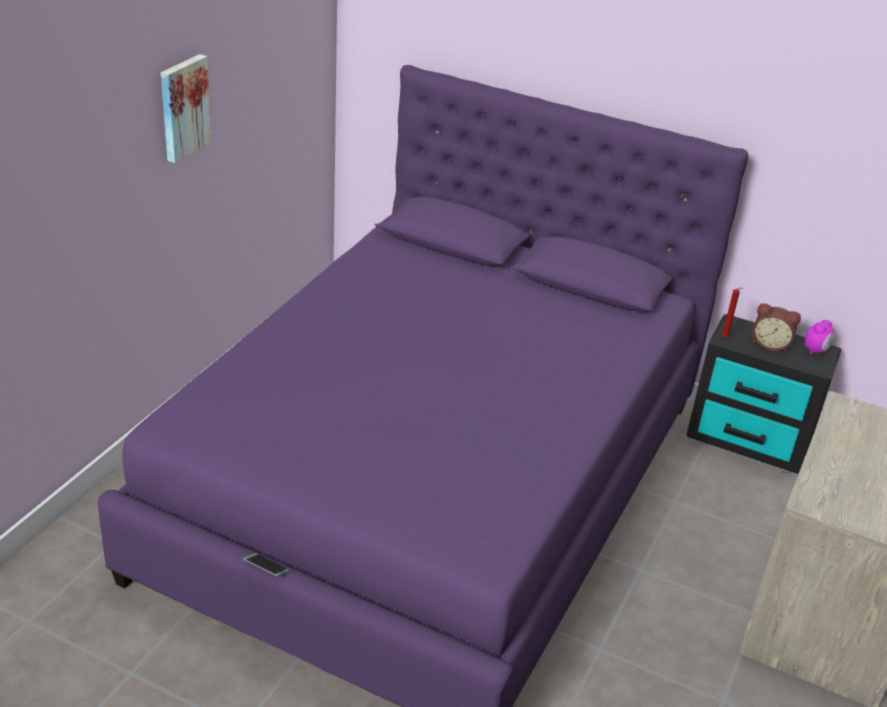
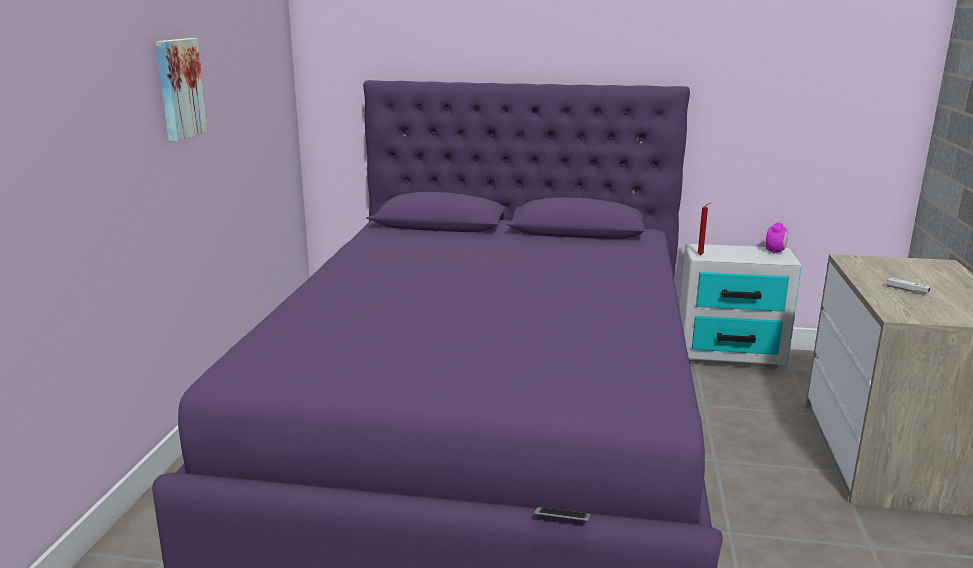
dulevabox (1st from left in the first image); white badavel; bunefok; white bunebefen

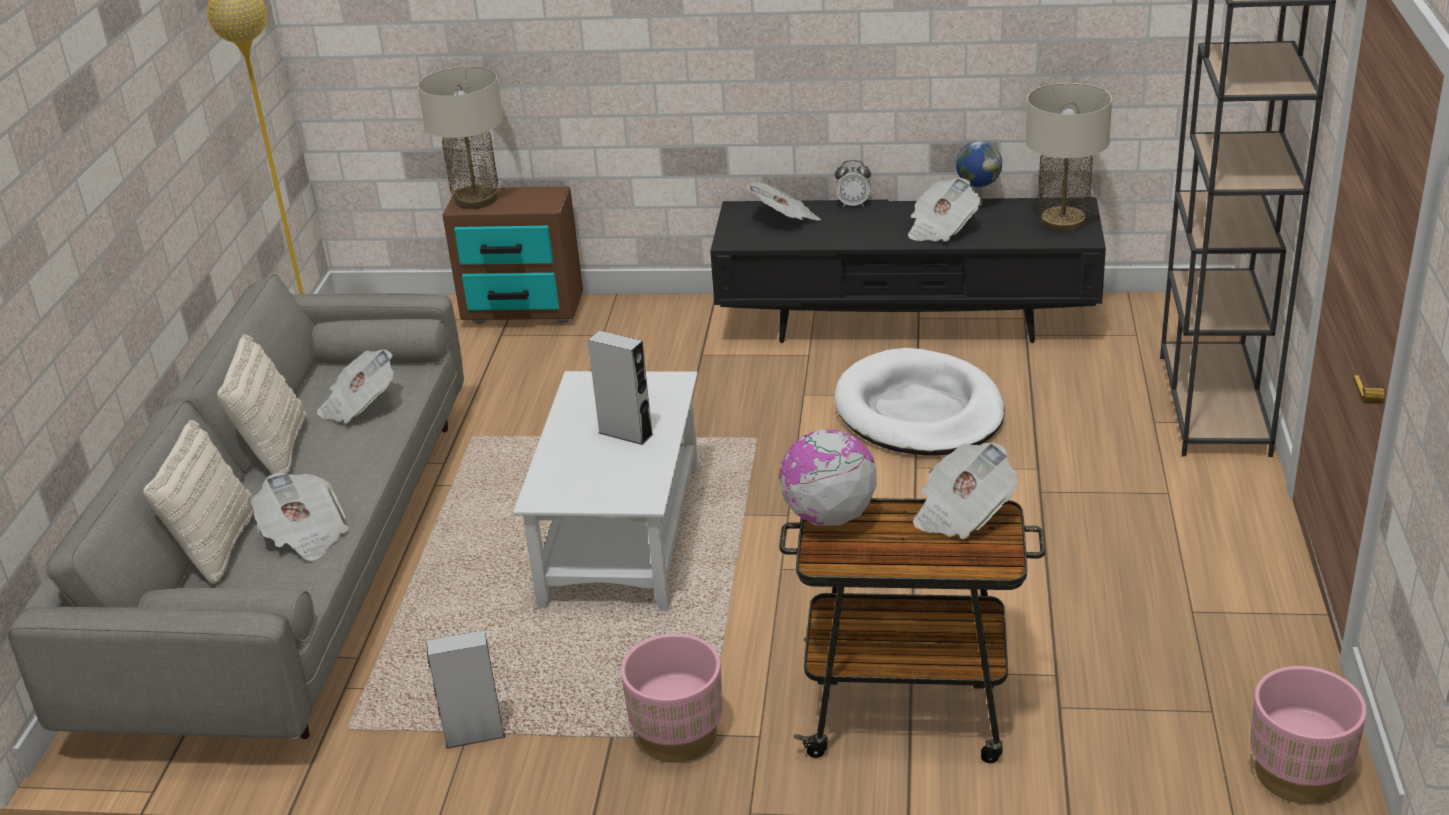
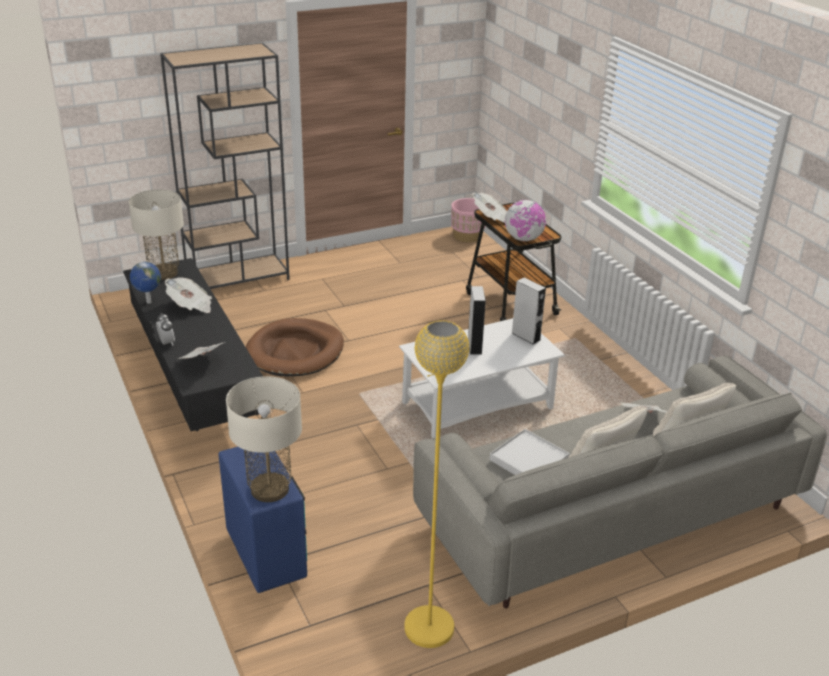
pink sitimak (1st from left in the first image); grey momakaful (2nd from left); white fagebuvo; blue bunebefen; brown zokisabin

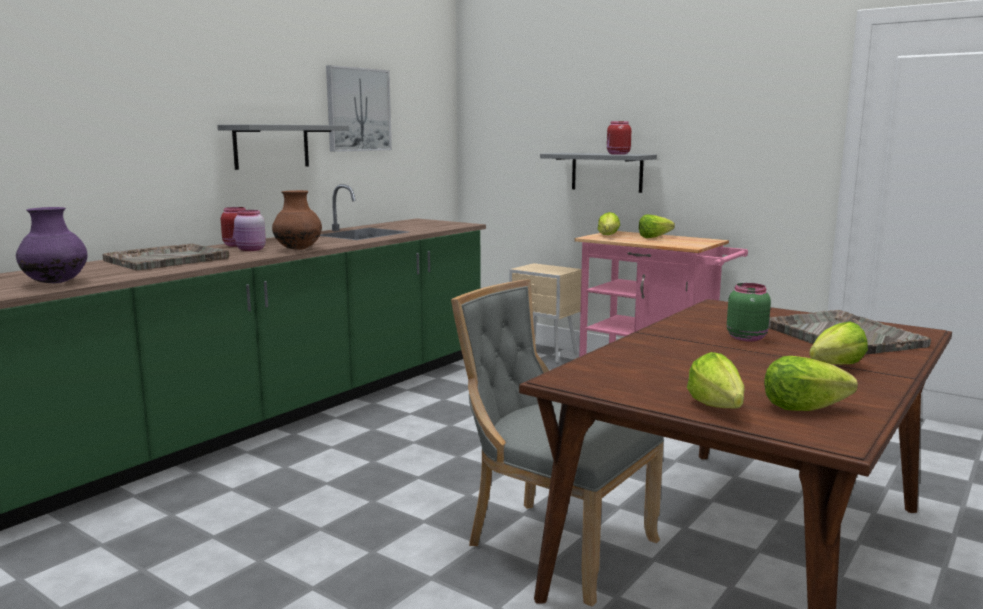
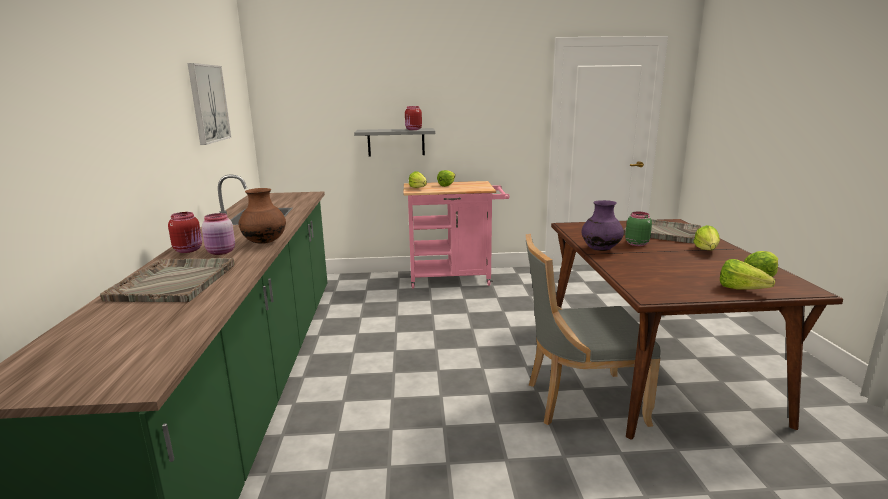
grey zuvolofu (1st from left in the first image); beige bunebefen; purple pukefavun

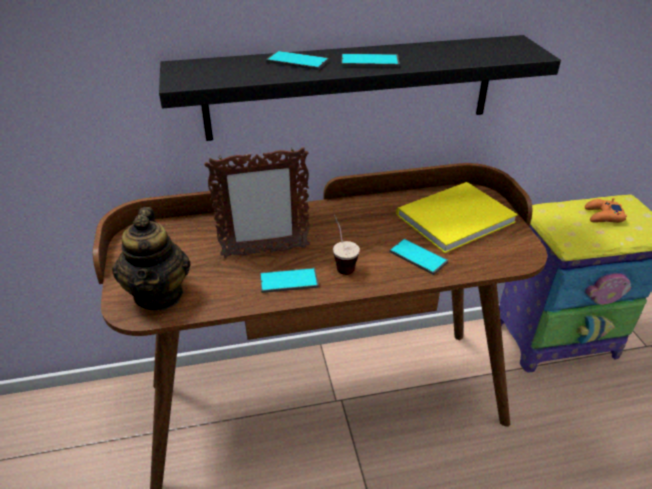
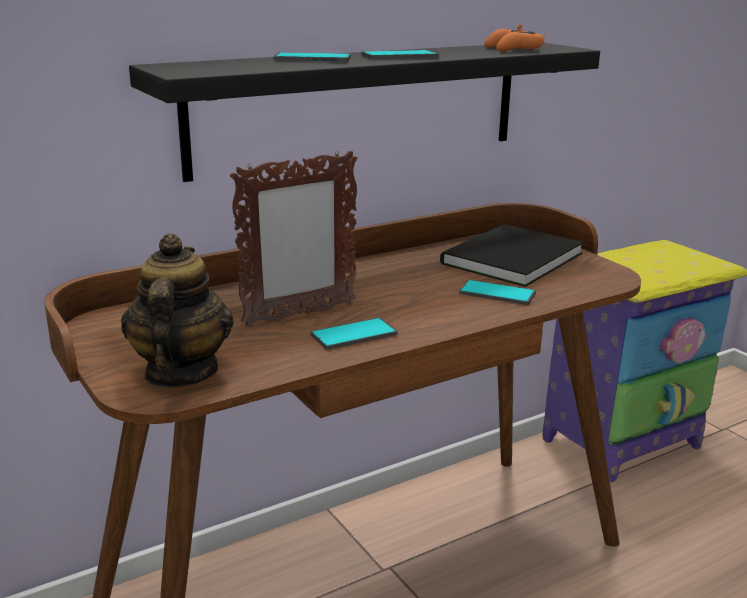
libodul; orange badavel; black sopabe; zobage

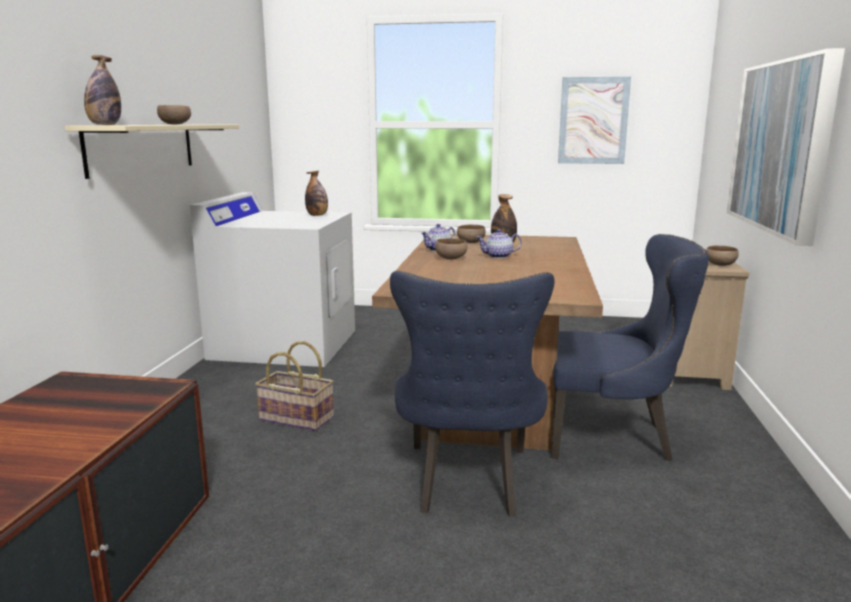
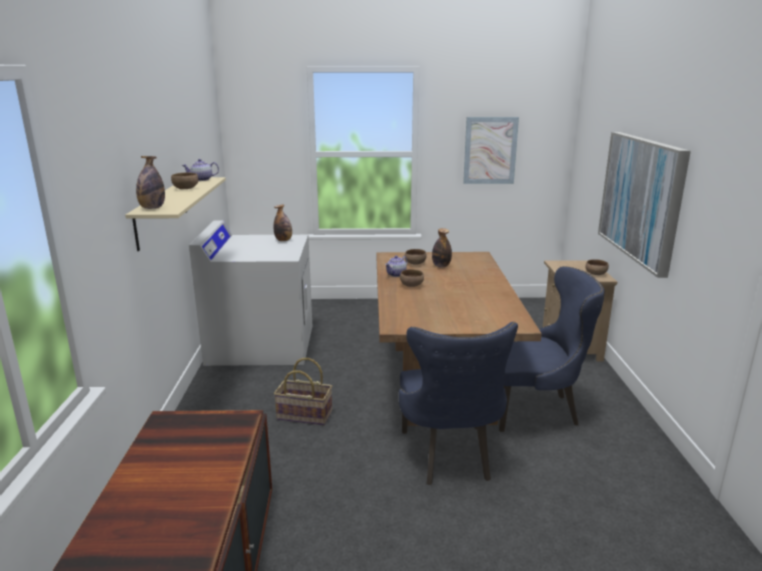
zobage (1st from left)

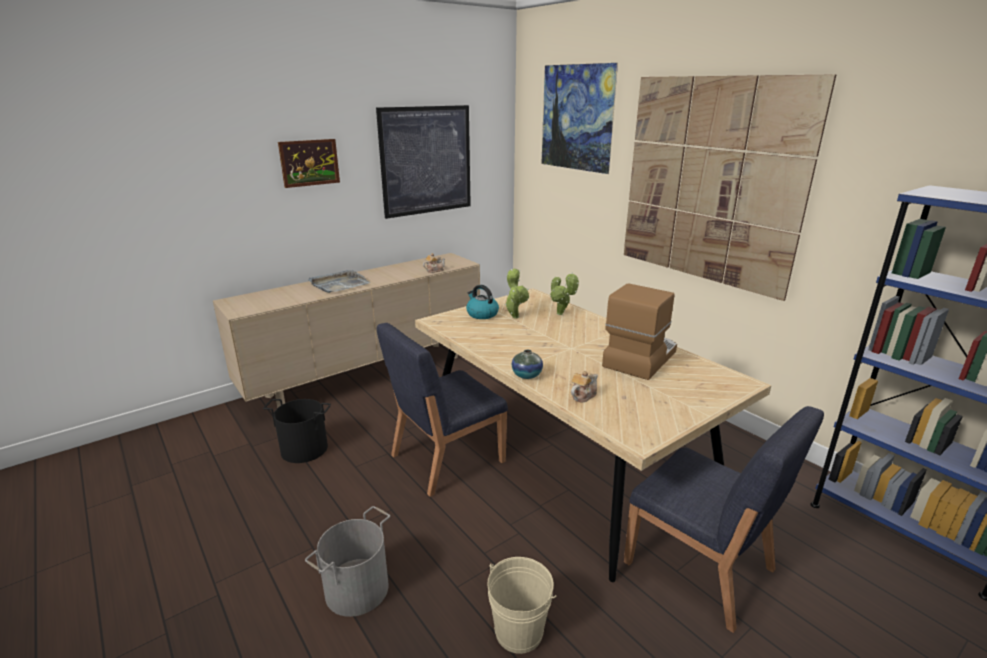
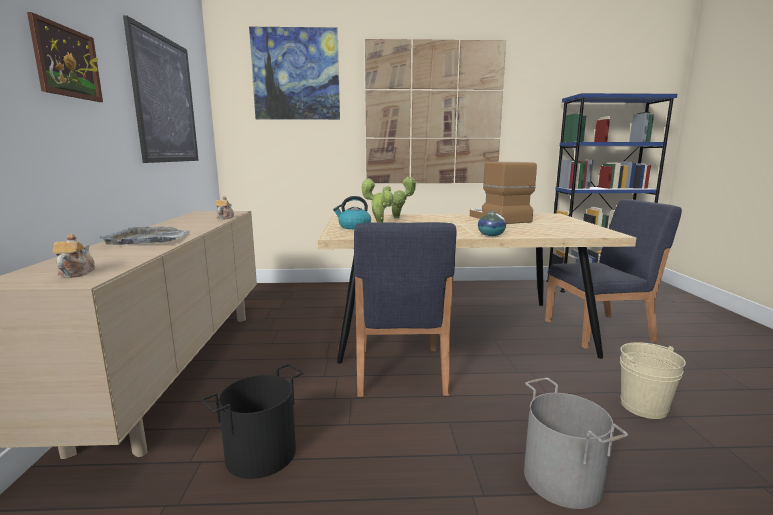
zobage (1st from left)

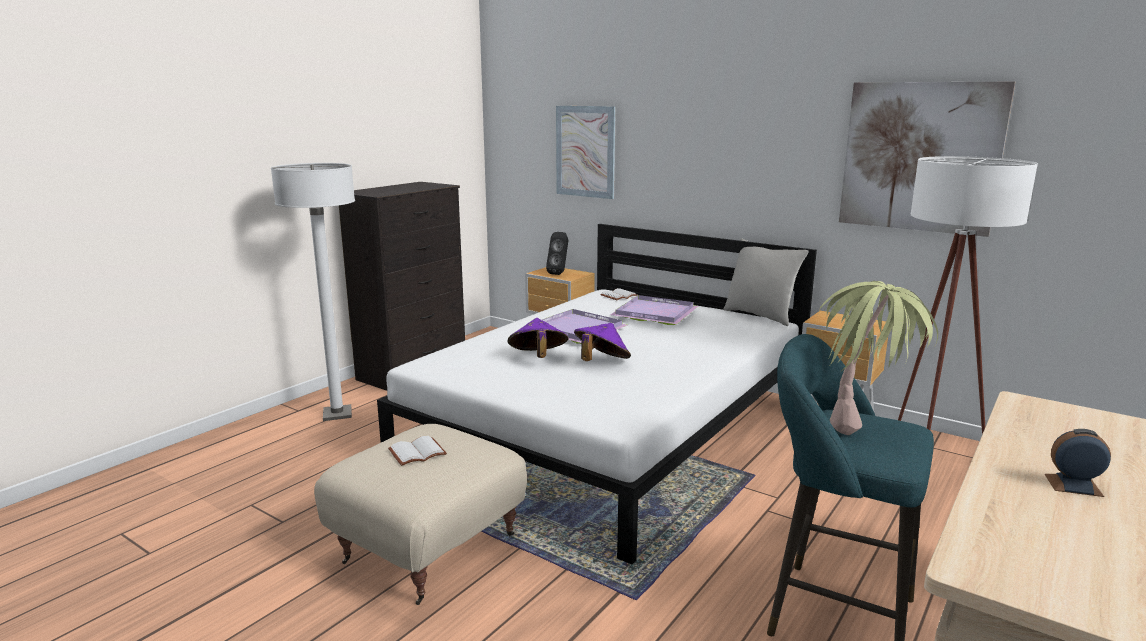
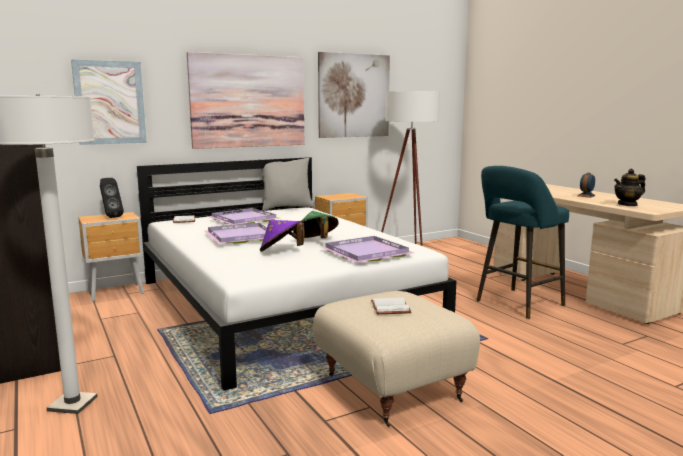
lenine; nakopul (2nd from left); purple fagebuvo (3rd from left); zobage; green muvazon

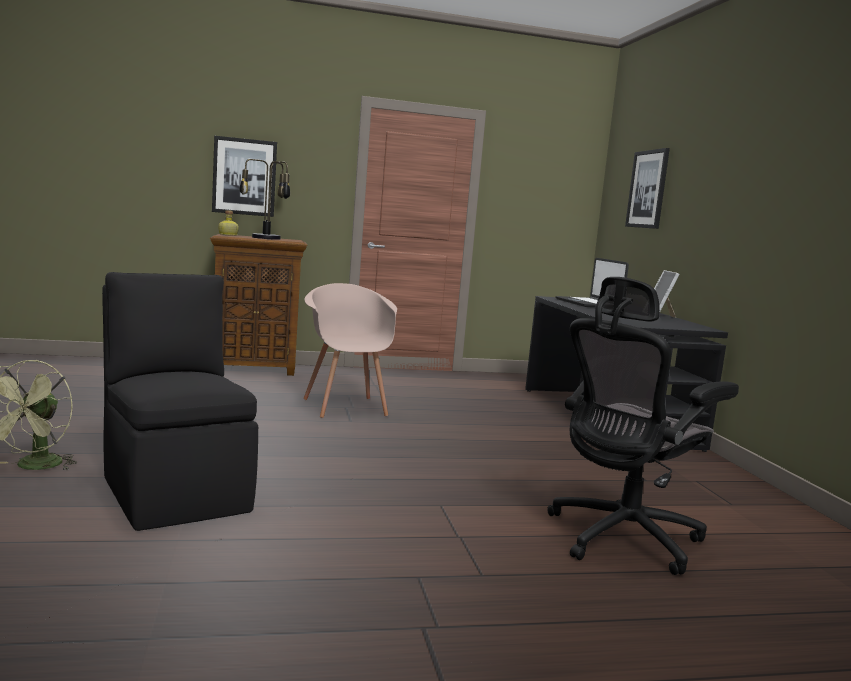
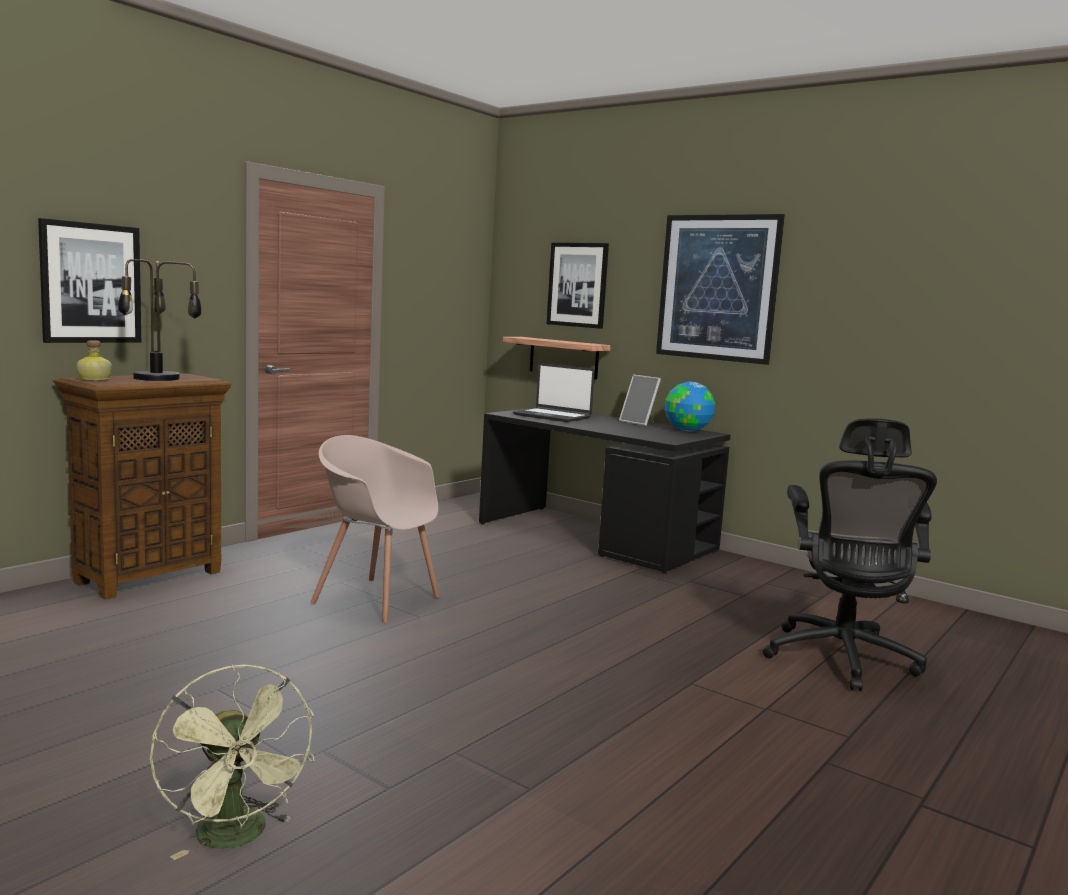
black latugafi; zuvolofu; nakopul (3rd from left); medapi

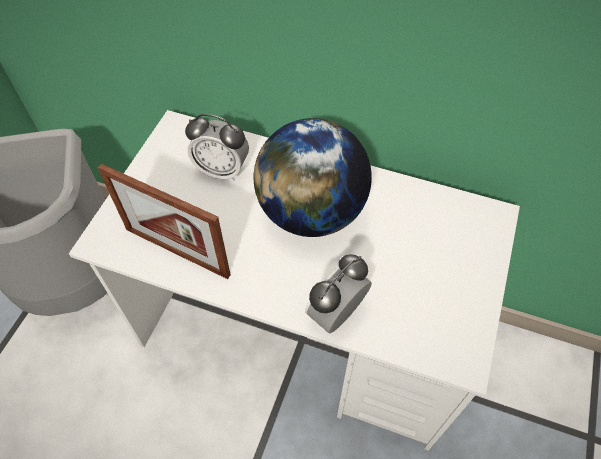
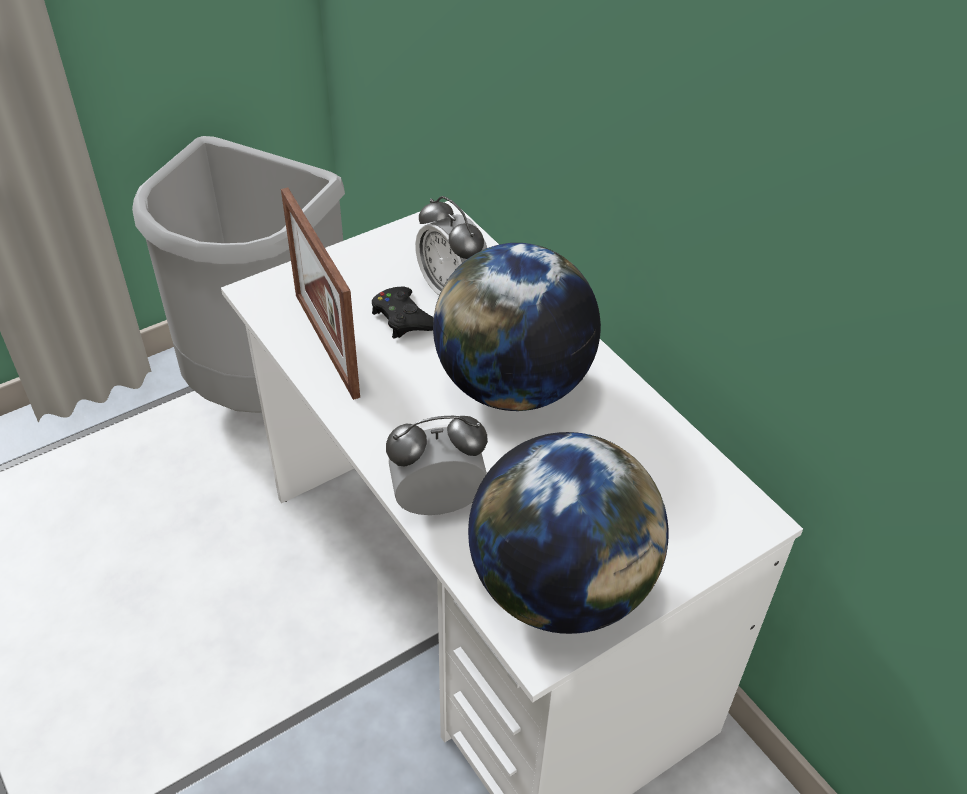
black badavel; medapi (2nd from left)

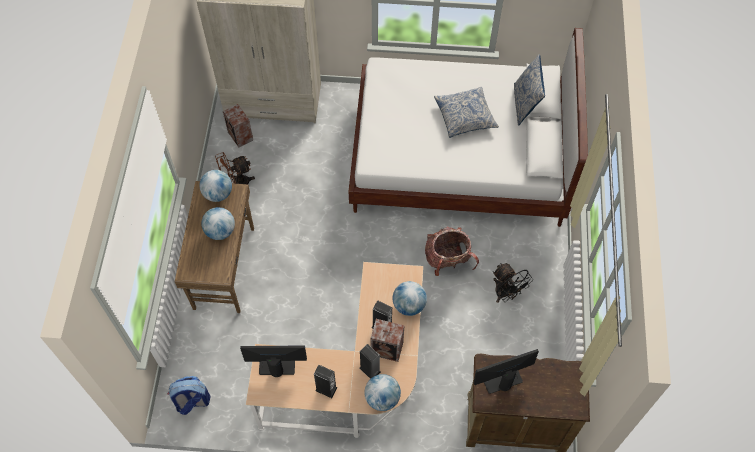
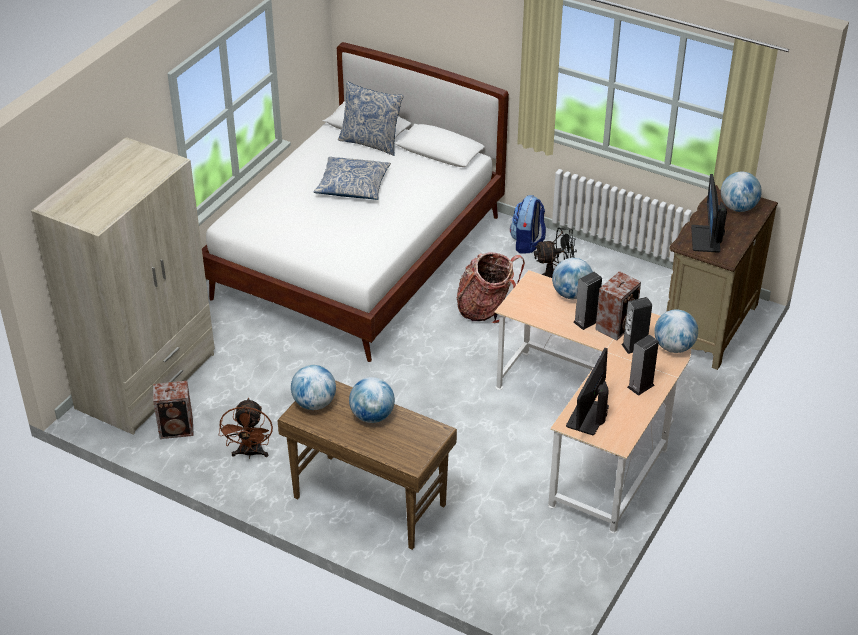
medapi (5th from left); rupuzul (2nd from left)

